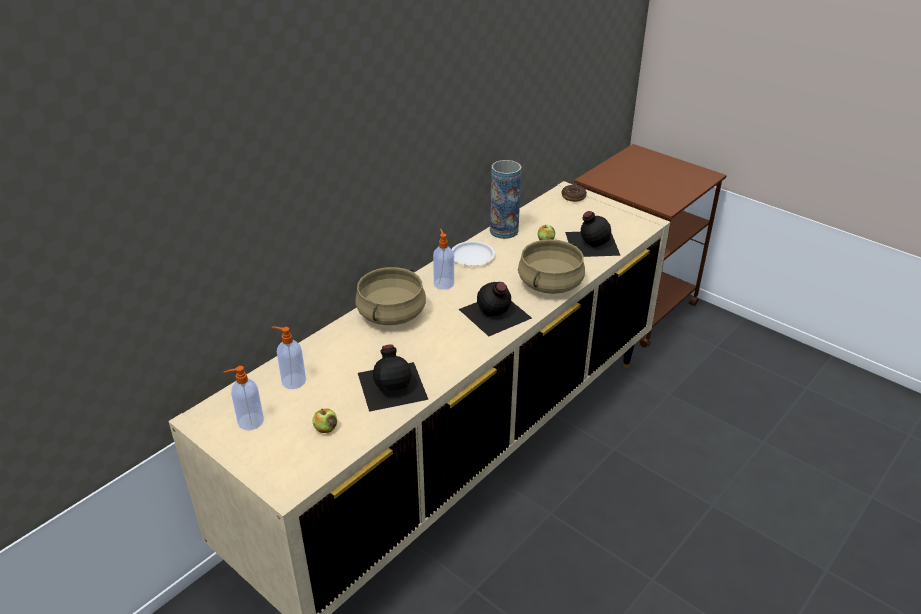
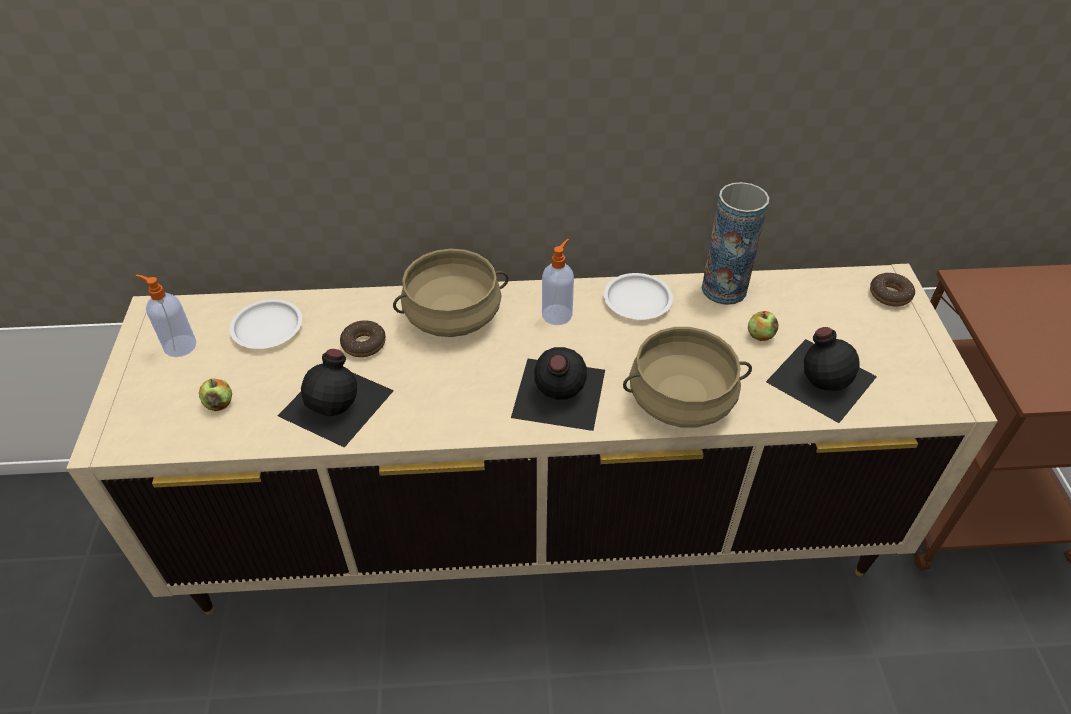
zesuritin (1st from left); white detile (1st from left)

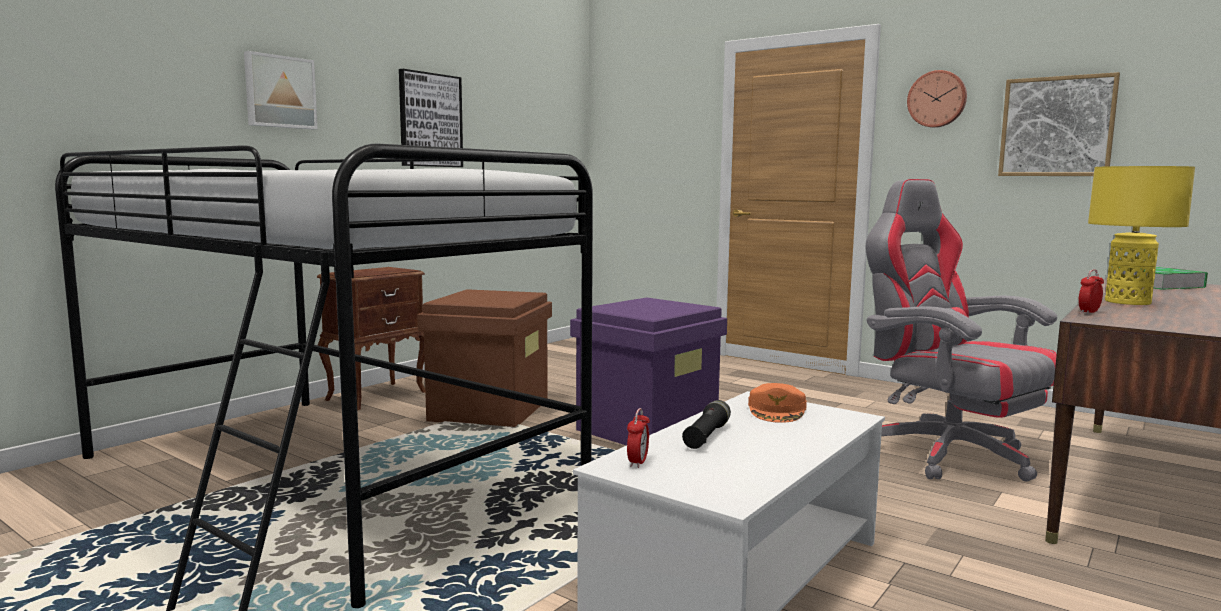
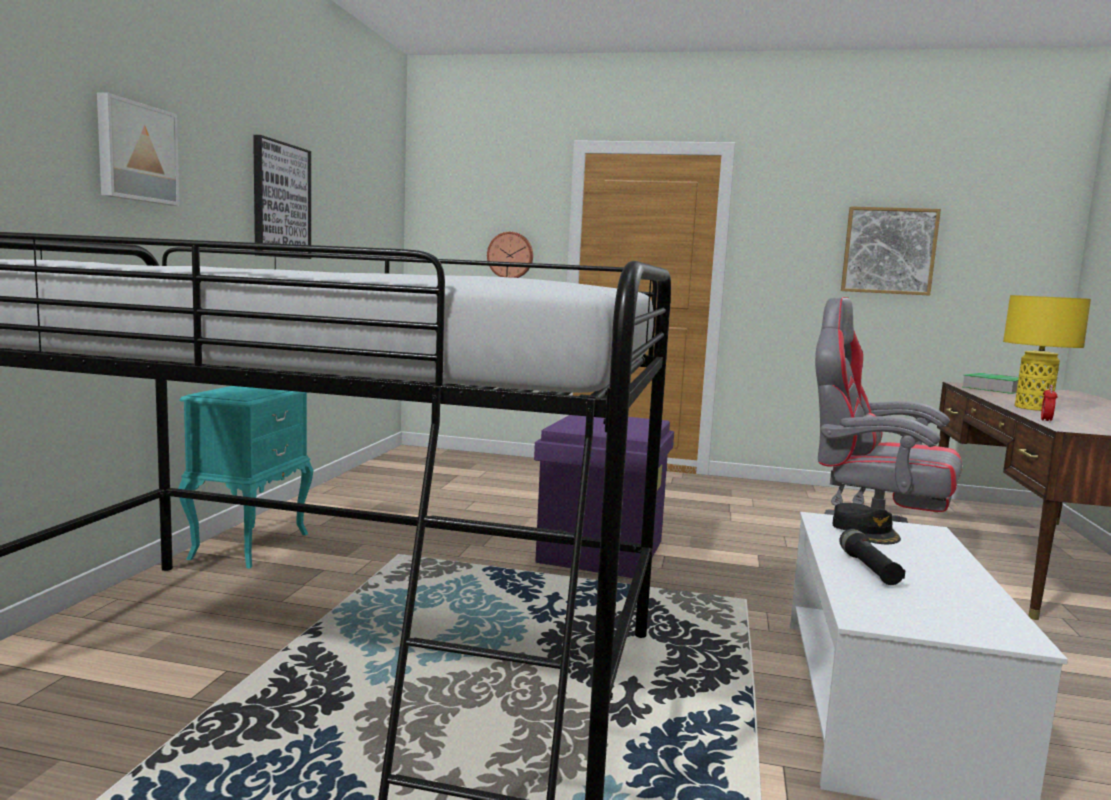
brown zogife; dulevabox (1st from left in the first image); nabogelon; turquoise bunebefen; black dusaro

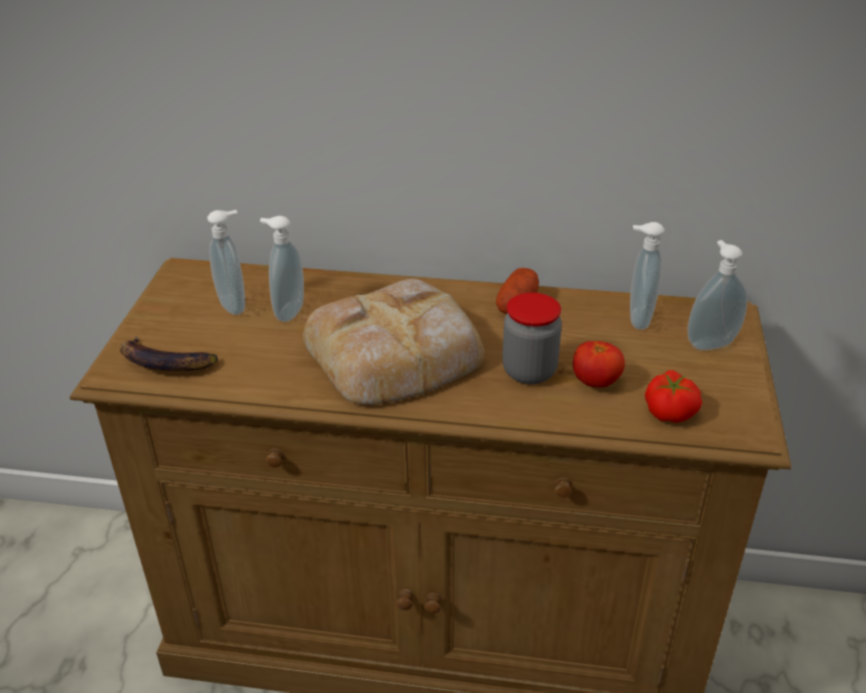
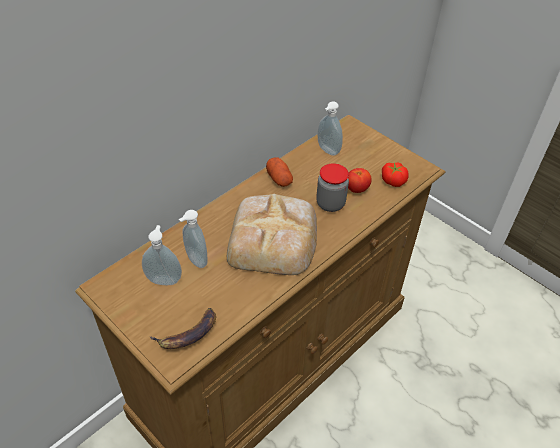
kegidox (4th from left in the first image)

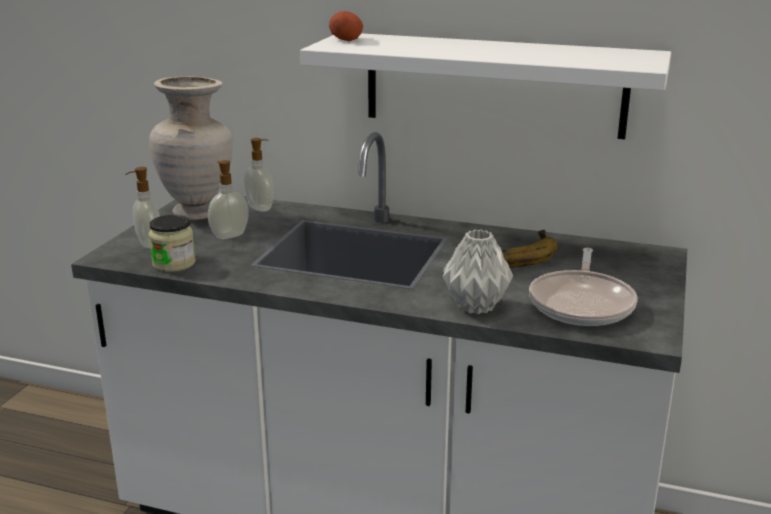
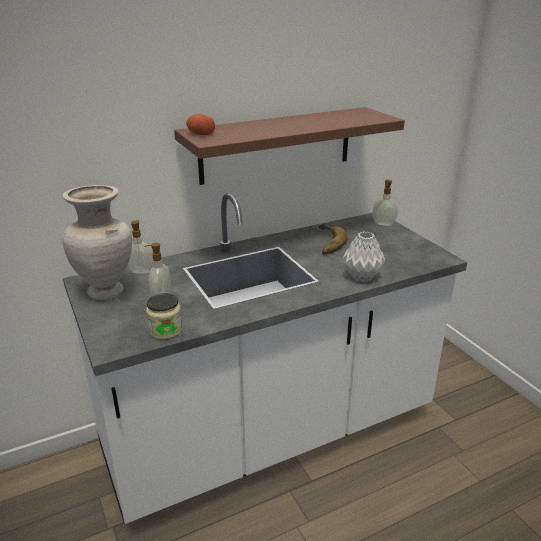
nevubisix; kegidox (3rd from left); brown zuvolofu

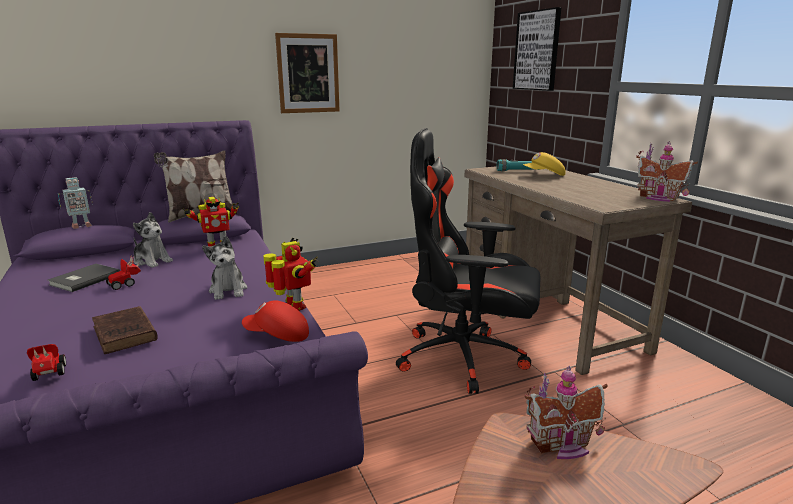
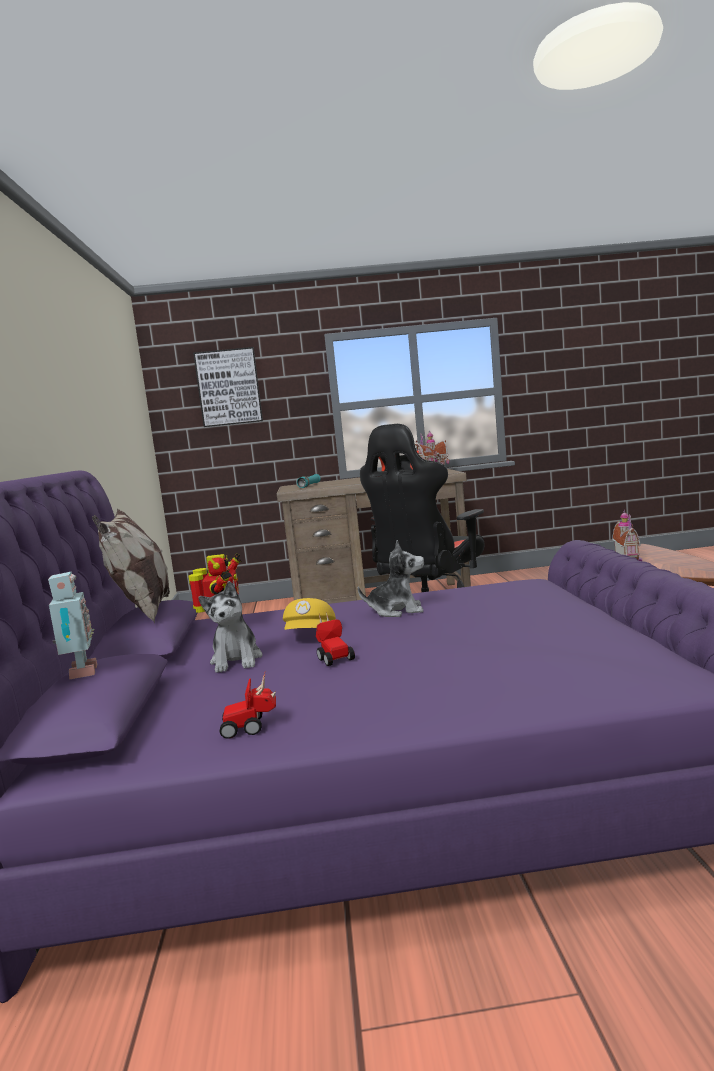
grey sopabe; brown sopabe; red dusaro; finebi (3rd from left in the first image); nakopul (1st from left in the first image); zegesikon (1st from left); yellow dusaro; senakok (1st from left)

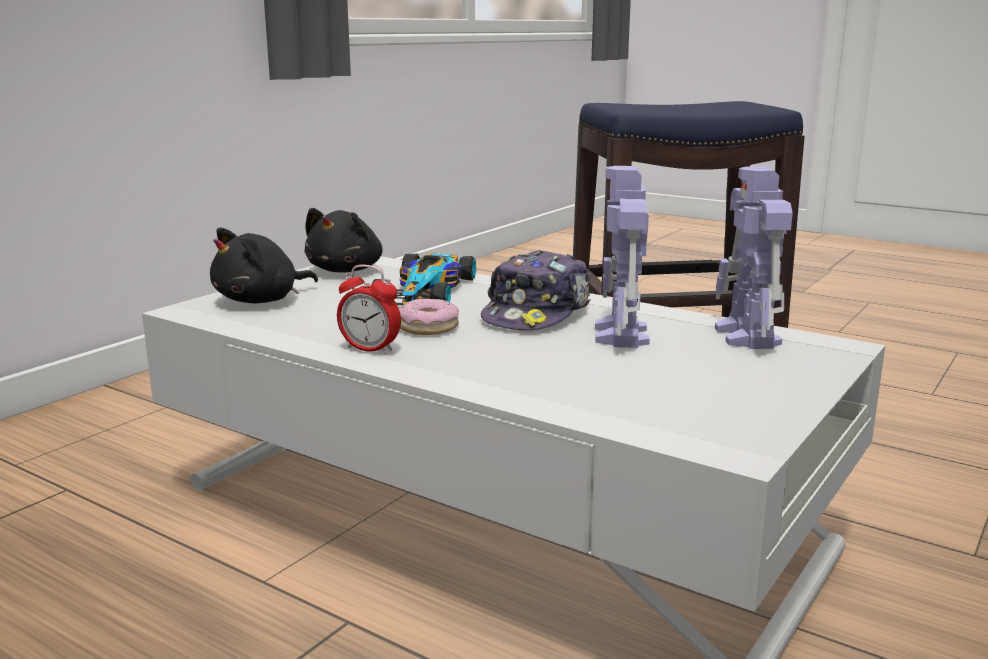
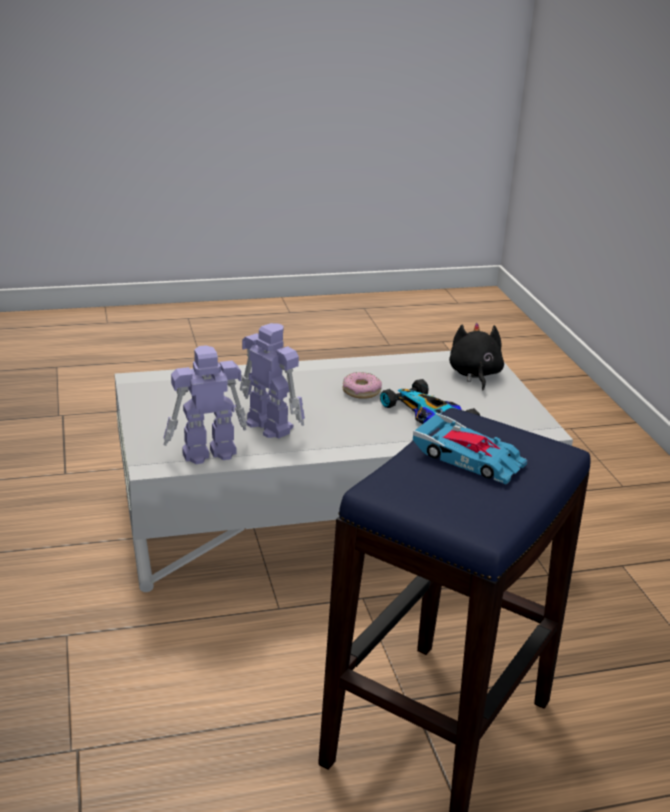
black senakok (2nd from left in the first image); dulevabox; dusaro; zegesikon (2nd from left); finebi (1st from left)

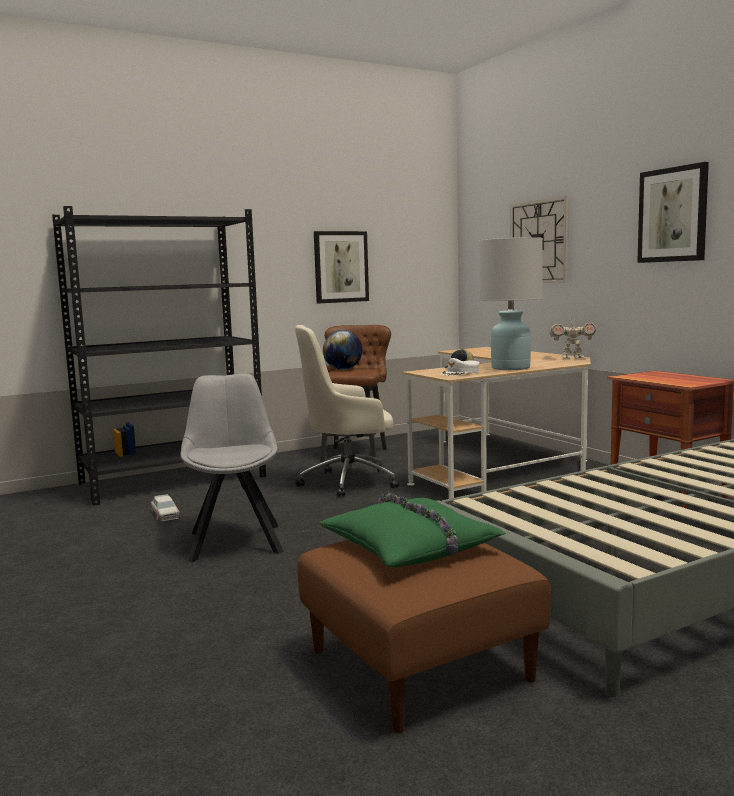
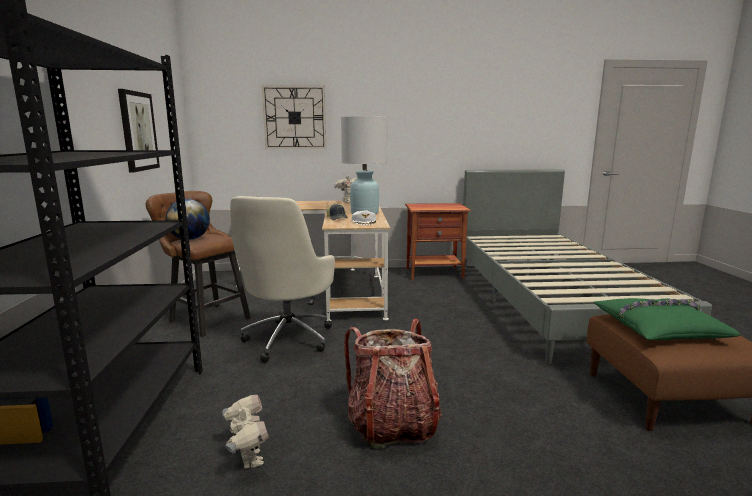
nakopul (2nd from left in the first image); finebi (1st from left); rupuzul

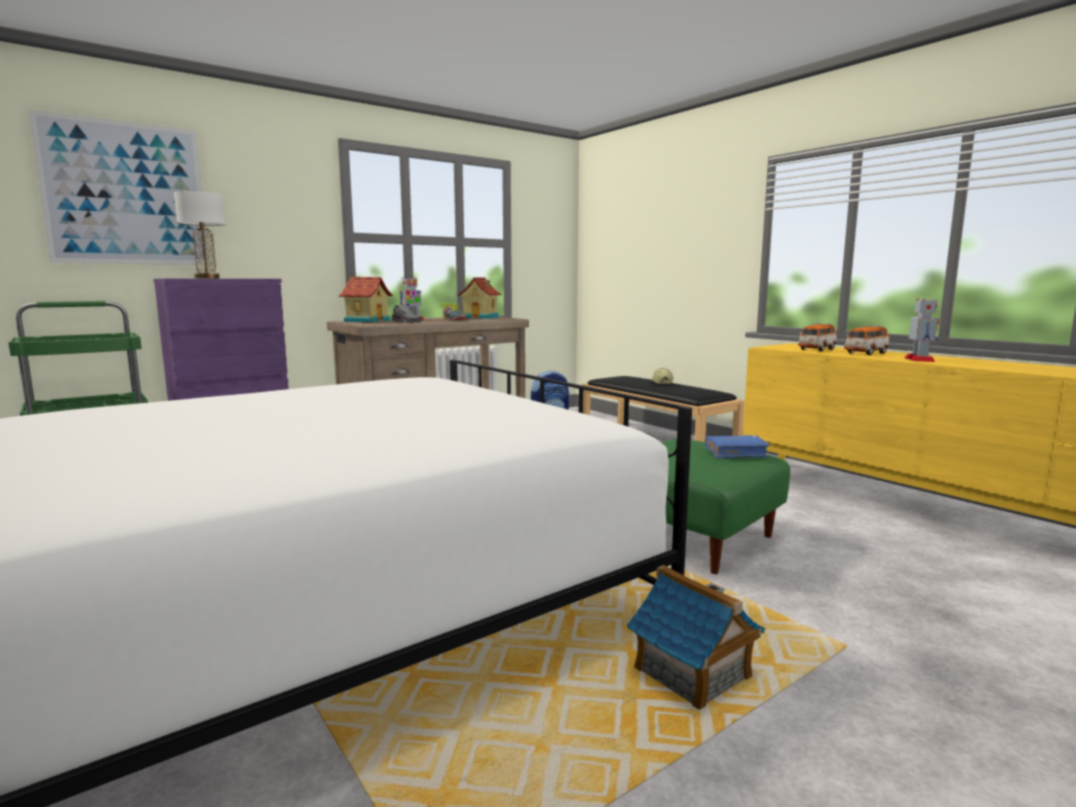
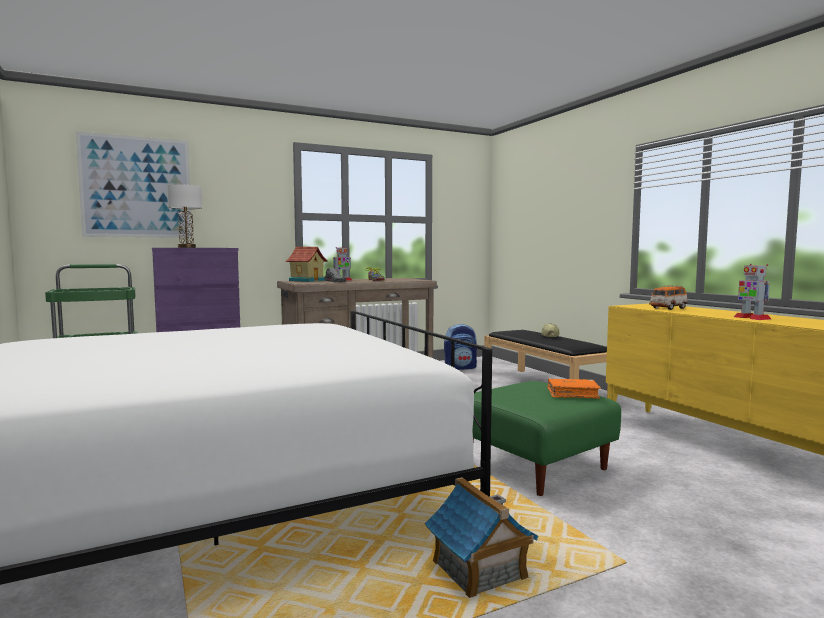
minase (2nd from left in the first image); zegesikon (2nd from left in the first image); orange sopabe; finebi (2nd from left)

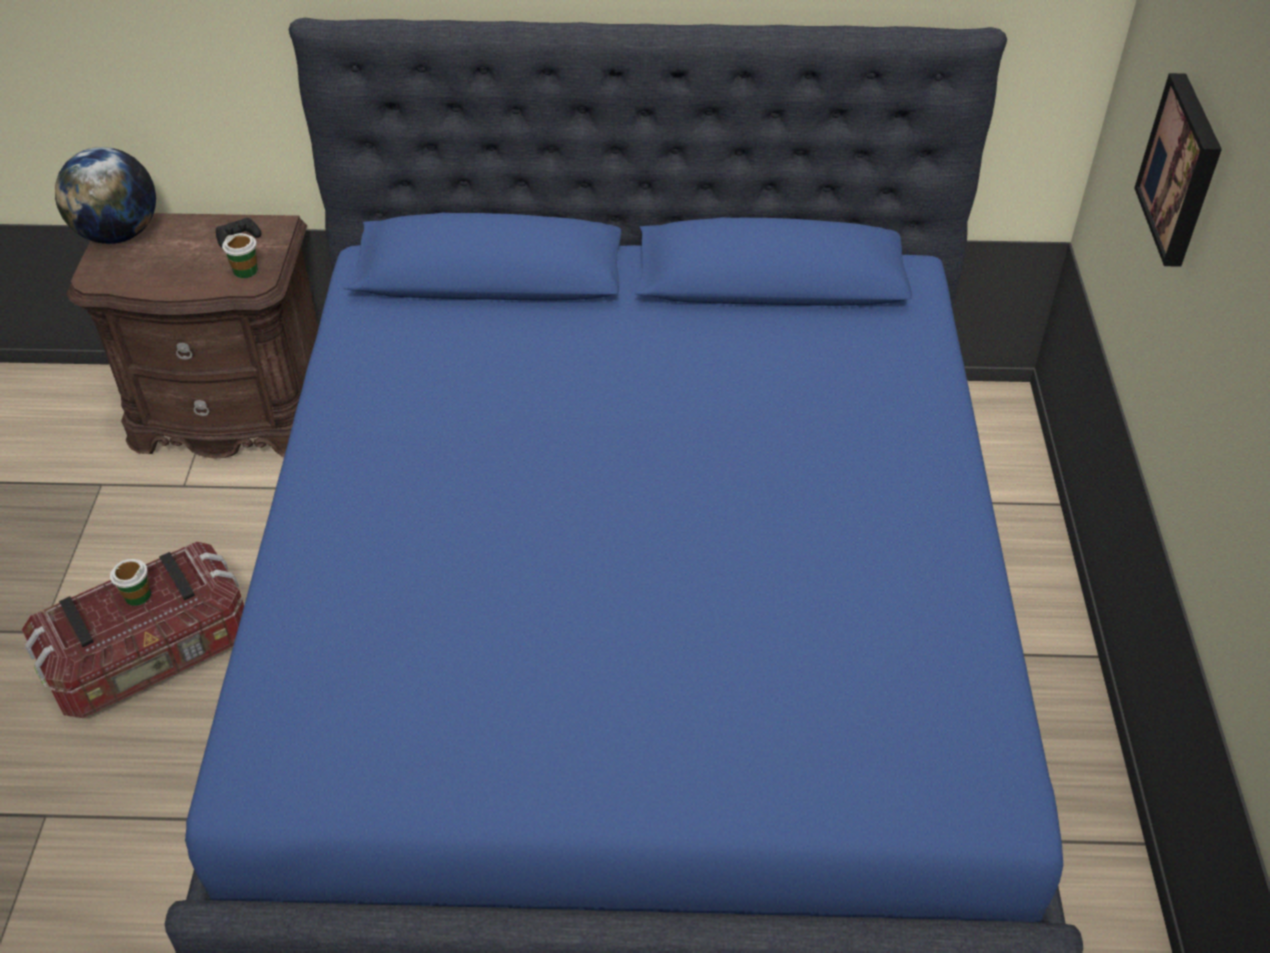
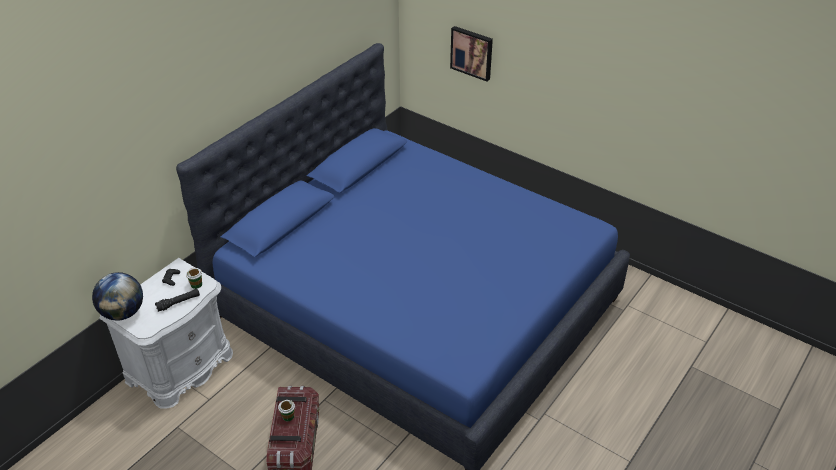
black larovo; white bunebefen

